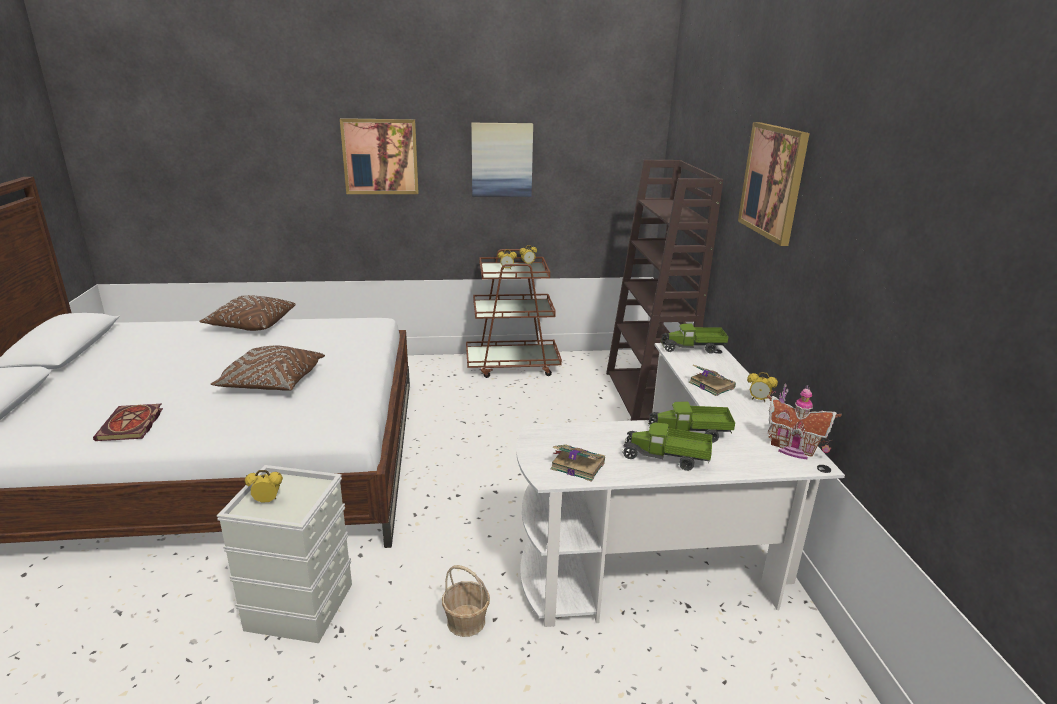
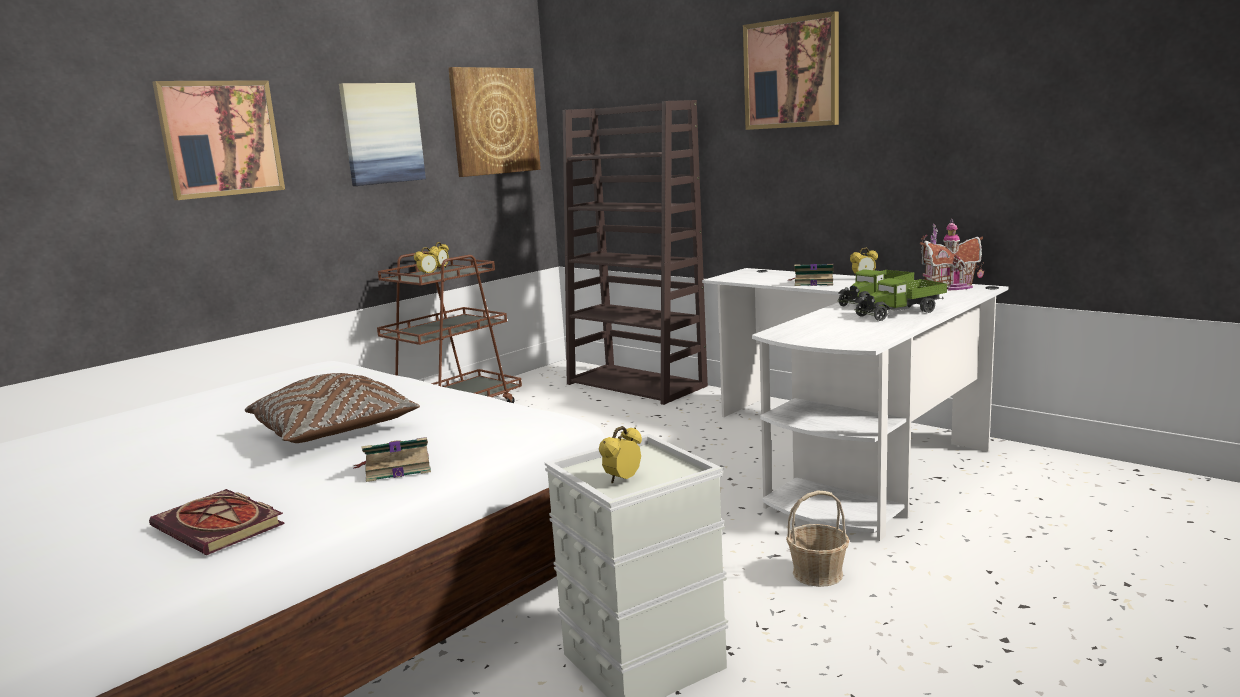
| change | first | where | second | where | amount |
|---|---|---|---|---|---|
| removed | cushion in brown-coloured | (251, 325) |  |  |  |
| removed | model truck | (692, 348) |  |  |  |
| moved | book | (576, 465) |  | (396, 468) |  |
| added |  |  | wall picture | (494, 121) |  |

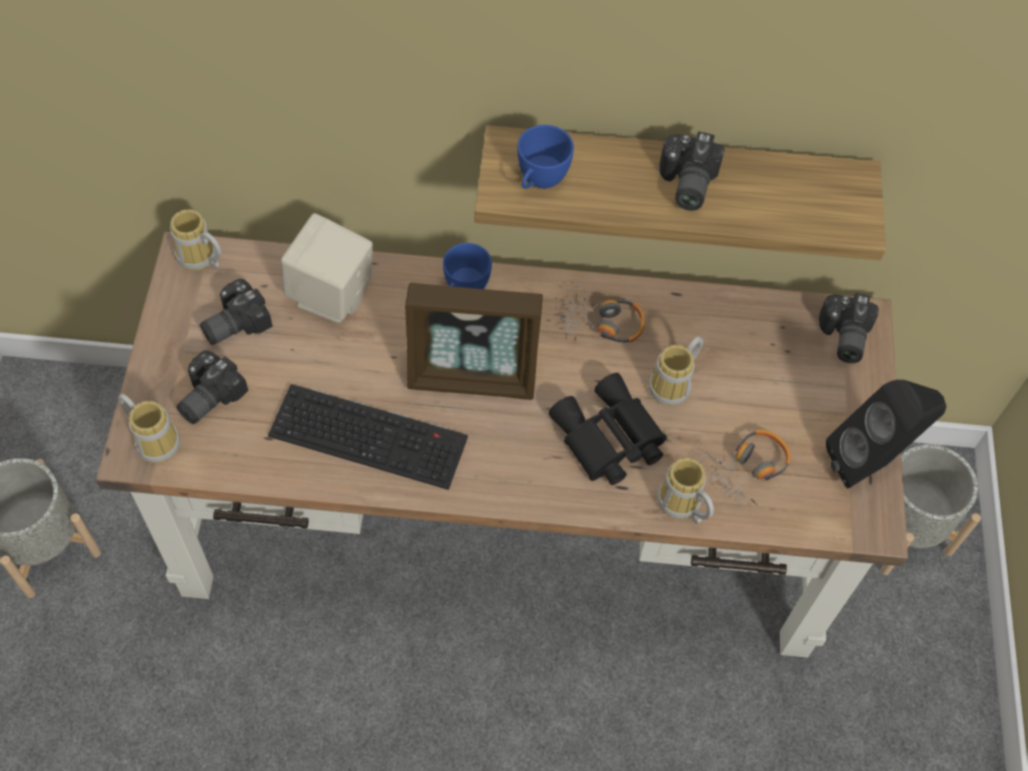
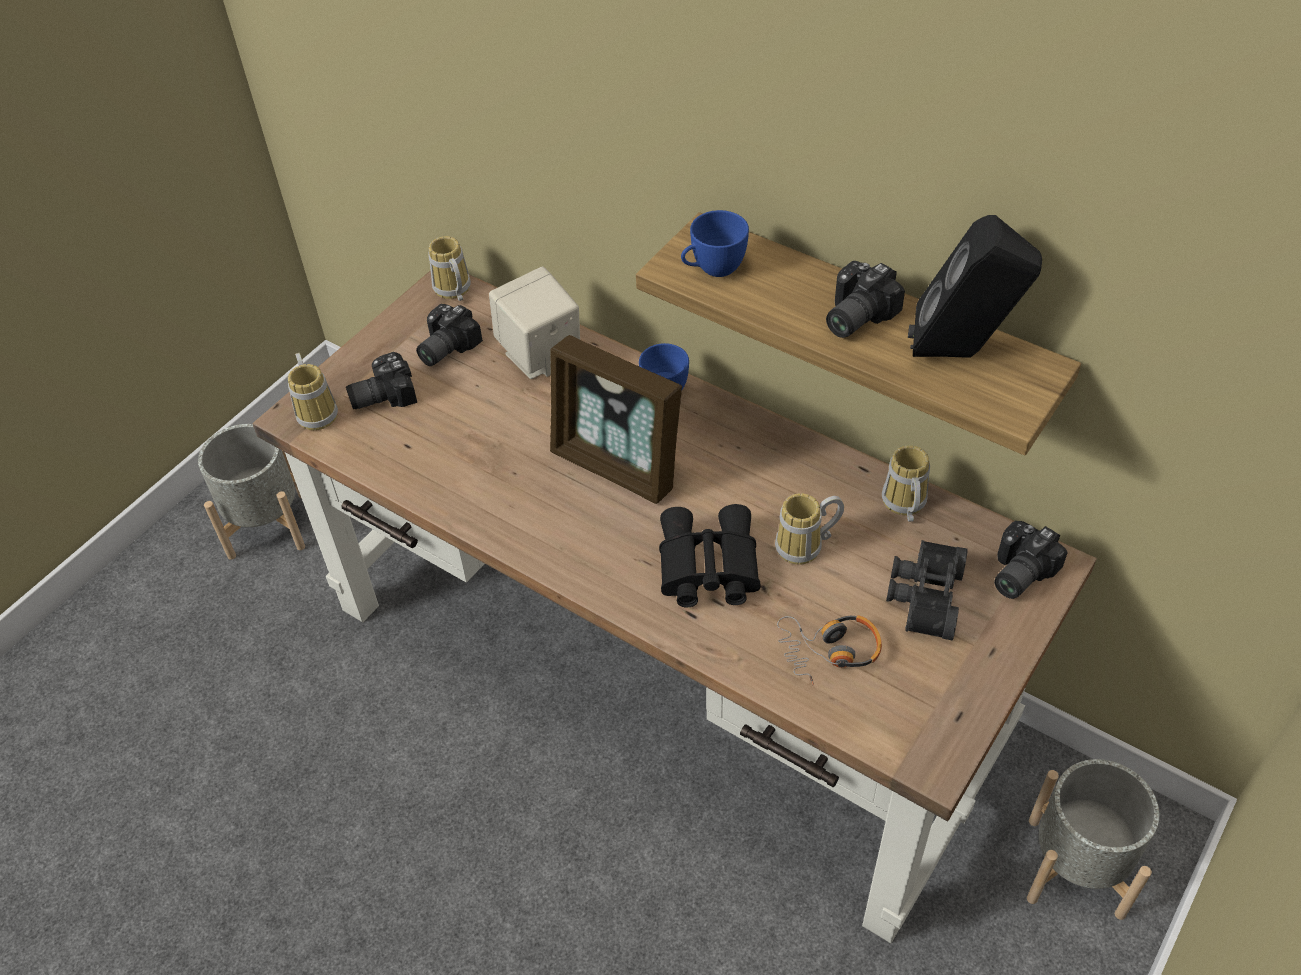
| change | first | where | second | where | amount |
|---|---|---|---|---|---|
| turned | still camera | (233, 323) |  | (444, 347) | 45 degrees counterclockwise |
| removed | pair of headphones | (602, 323) |  |  |  |
| moved | loudspeaker in blackish | (869, 462) |  | (961, 353) |  |
| removed | PC keyboard | (371, 435) |  |  |  |
| moved | tea mug | (680, 507) |  | (902, 505) |  |
| added |  |  | pair of binoculars in blackish | (923, 596) |  |

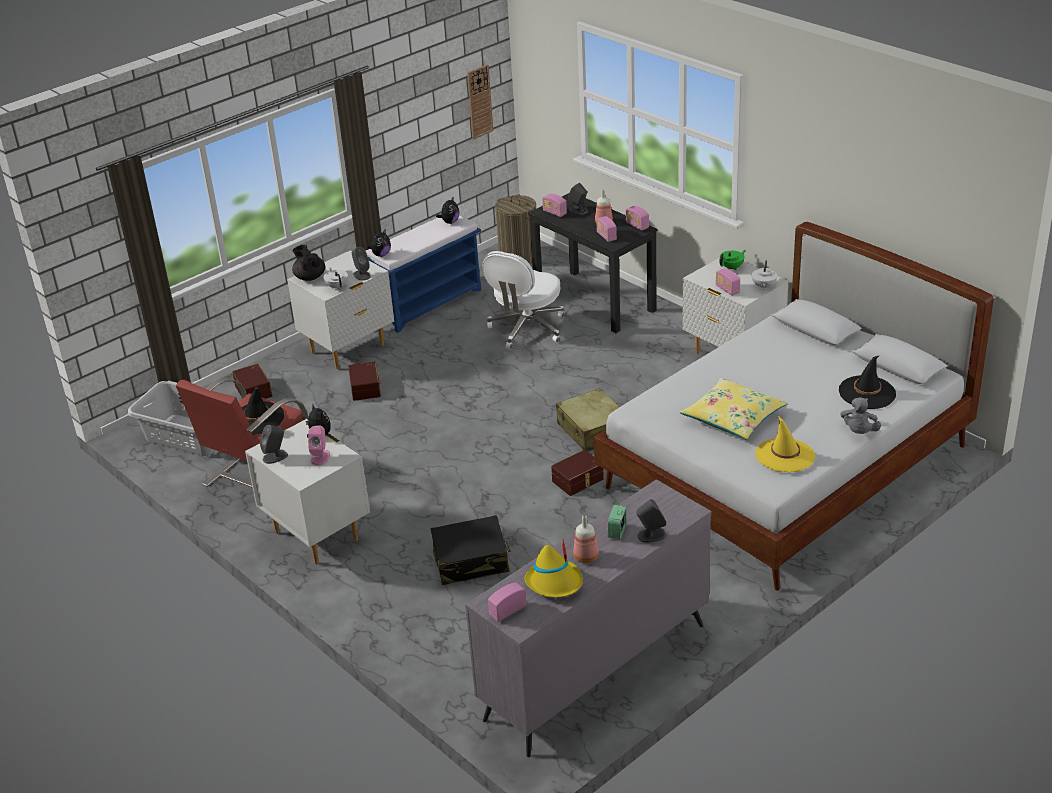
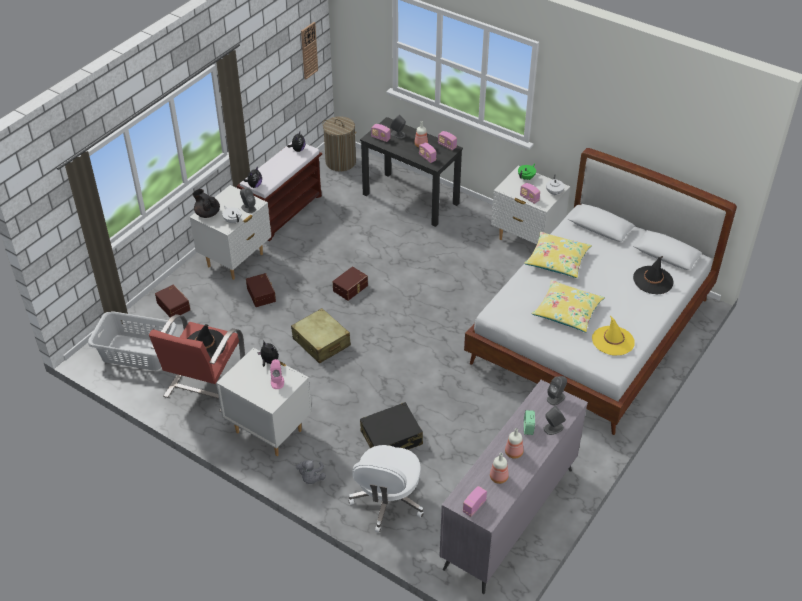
| change | first | where | second | where | amount |
|---|---|---|---|---|---|
| recoloured | bench in blue | (428, 303) | bench in brown-coloured | (284, 211) |  |
| moved | desk chair in whitish | (526, 329) |  | (387, 501) |  |
| moved | suitcase in beige-coloured | (593, 430) |  | (321, 342) |  |
| moved | cuddly toy in gray | (859, 431) |  | (311, 478) |  |
| moved | loudspeaker in gray | (275, 456) |  | (556, 398) |  |
| moved | storage box in brown-coloured | (578, 480) |  | (351, 288) |  |
| replaced | hat in yellowish | (555, 583) | bottle | (499, 477) |  |
| added |  |  | cushion in yellowish | (557, 260) |  |

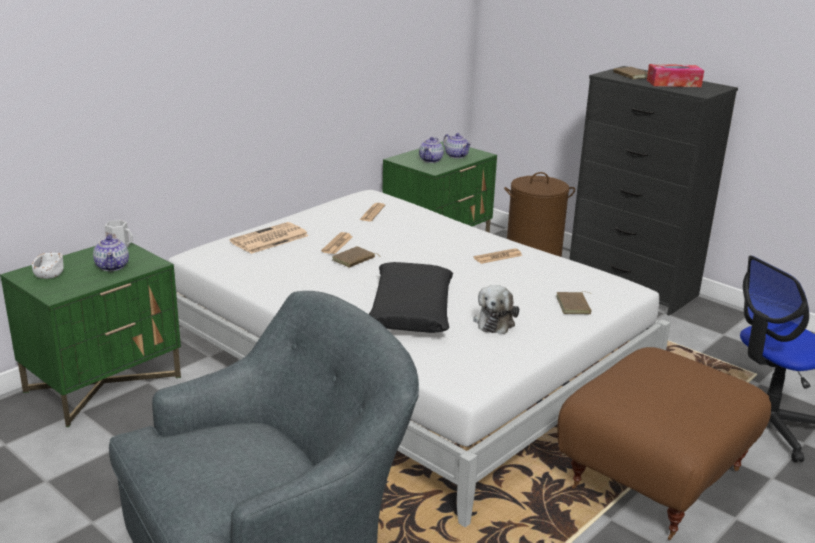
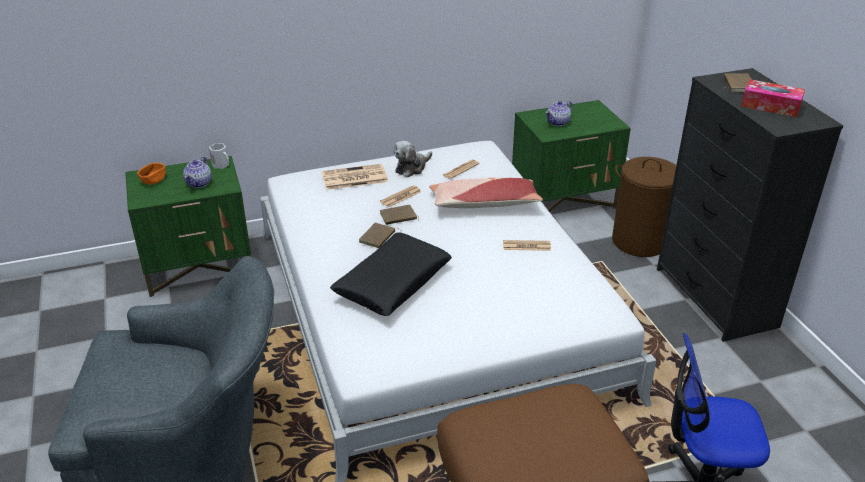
| change | first | where | second | where | amount |
|---|---|---|---|---|---|
| removed | tea pot | (456, 155) |  |  |  |
| recoloured | serving bowl in whitish | (49, 274) | serving bowl in orange | (153, 180) |  |
| moved | cuddly toy | (495, 321) |  | (412, 168) |  |
| moved | book in brown-coloured | (574, 305) |  | (378, 237) |  |
| added |  |  | cushion | (484, 203) |  |

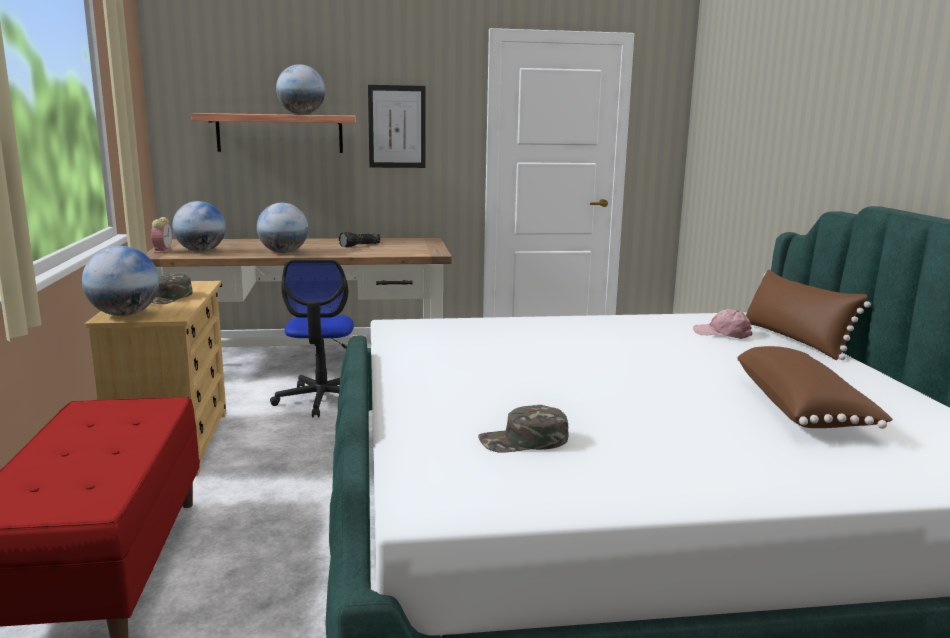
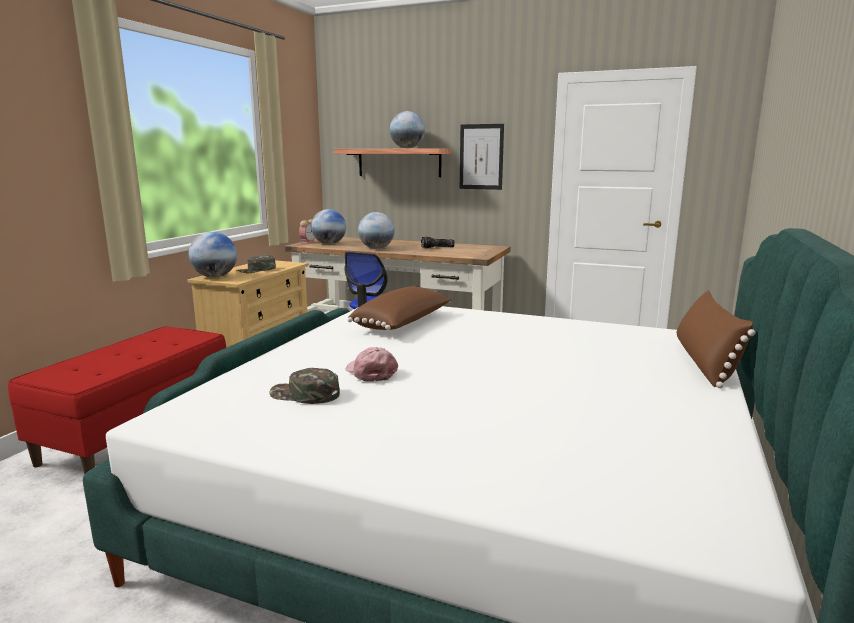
| change | first | where | second | where | amount |
|---|---|---|---|---|---|
| moved | peaked cap in pinkish | (722, 333) |  | (371, 372) |  |
| moved | cushion in brown-coloured | (802, 409) |  | (403, 324) |  |

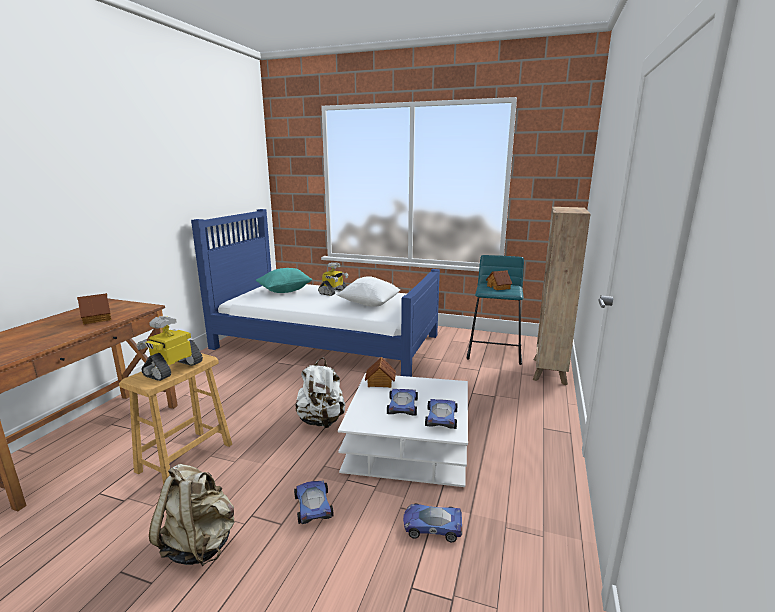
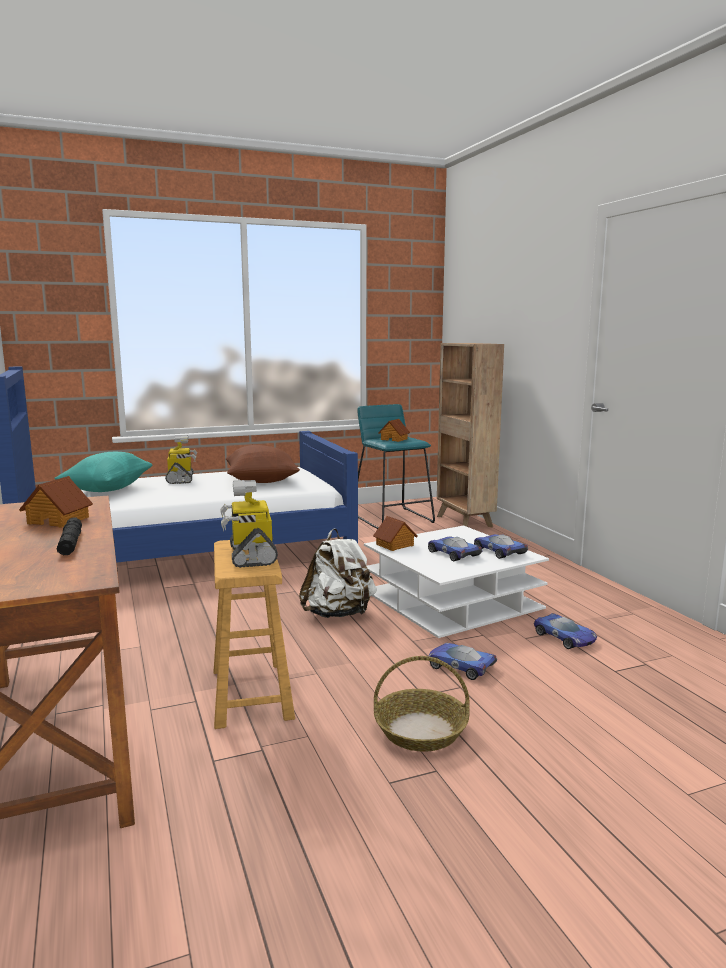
| change | first | where | second | where | amount |
|---|---|---|---|---|---|
| recoloured | cushion in whitish | (369, 304) | cushion in brown-coloured | (261, 481) |  |
| replaced | backpack in beige-coloured | (199, 544) | household basket | (420, 731) |  |
| turned | toy car | (432, 526) |  | (565, 637) | 90 degrees counterclockwise |
| added |  |  | flashlight in blackish | (70, 543) |  |

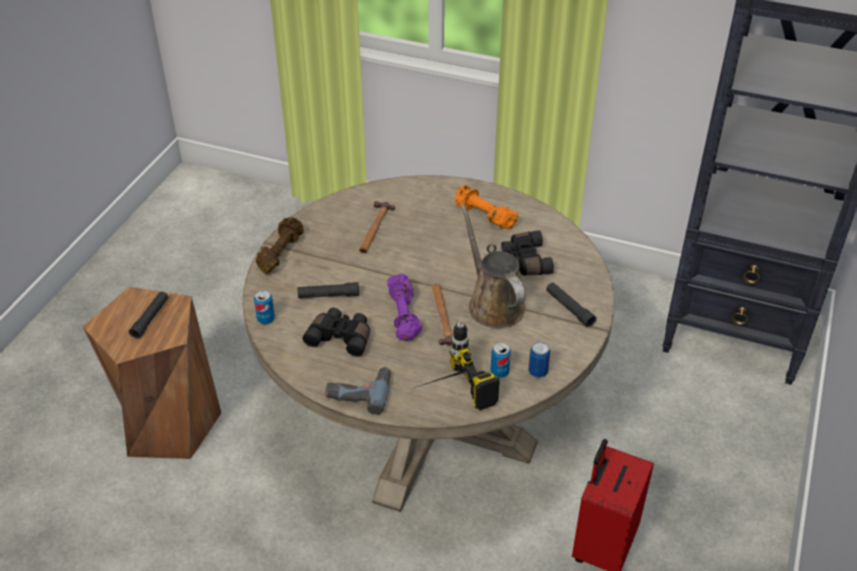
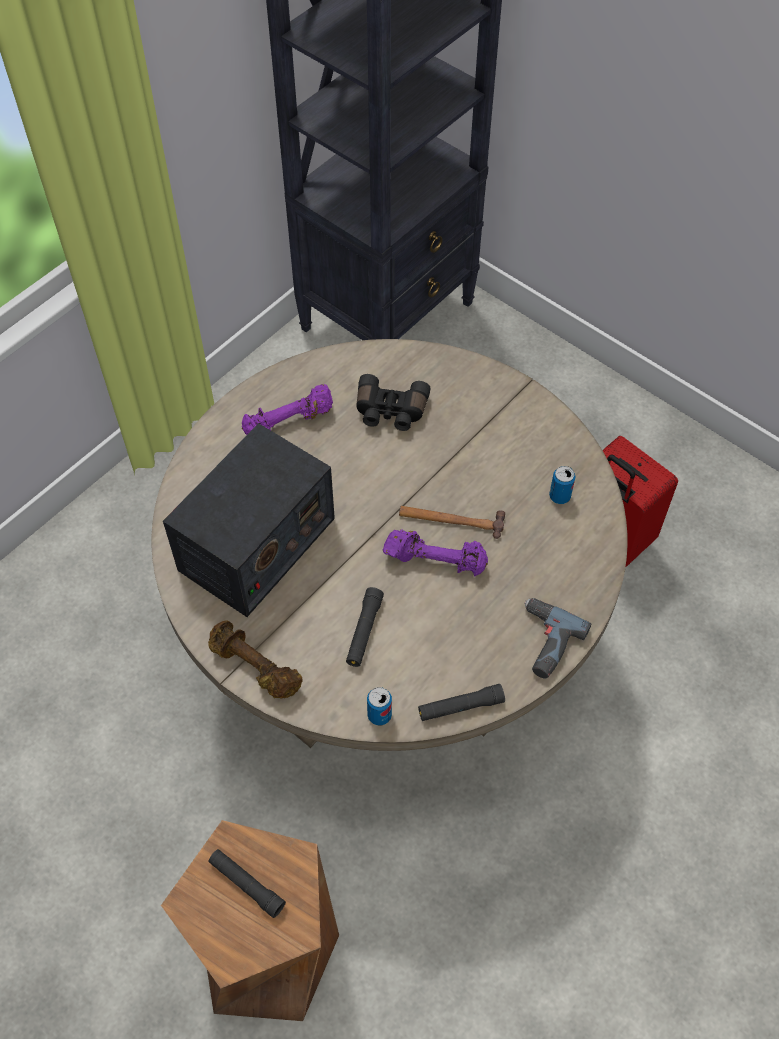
| change | first | where | second | where | amount |
|---|---|---|---|---|---|
| recoloured | free weight in orange | (483, 216) | free weight in purplish | (289, 422) |  |
| replaced | hand hammer | (374, 229) | radio set | (256, 545) |  |
| removed | watering can in brown-coloured | (493, 304) |  |  |  |
| moved | flashlight in blackish | (569, 309) |  | (460, 707) |  |
| removed | pair of binoculars in blackish | (341, 337) |  |  |  |
| removed | power drill | (447, 393) |  |  |  |
| removed | can | (538, 372) |  |  |  |

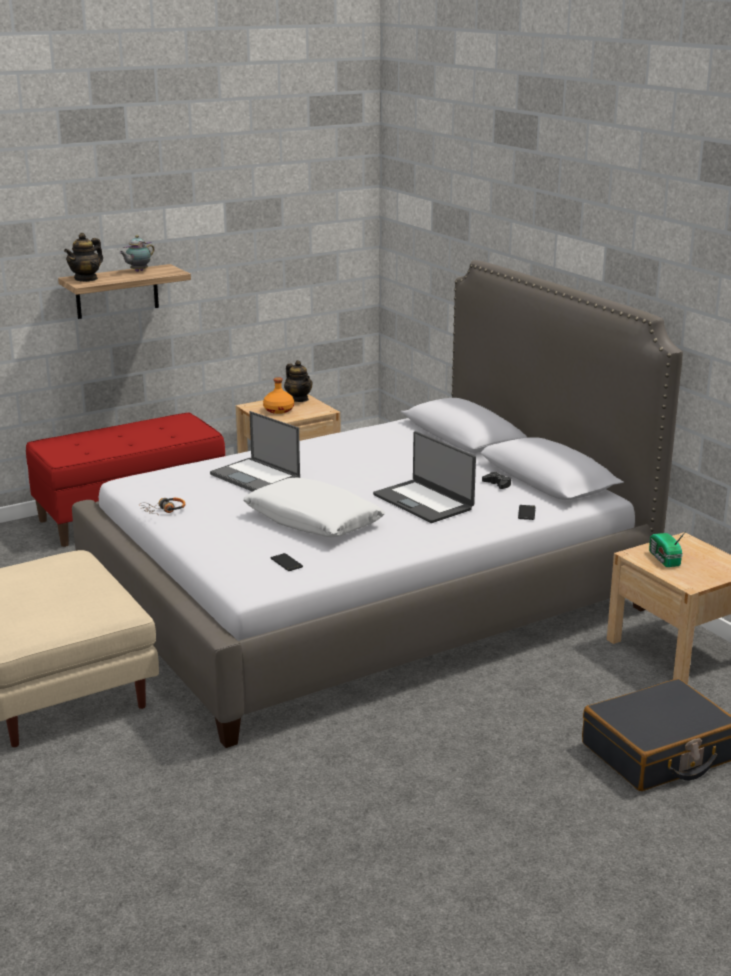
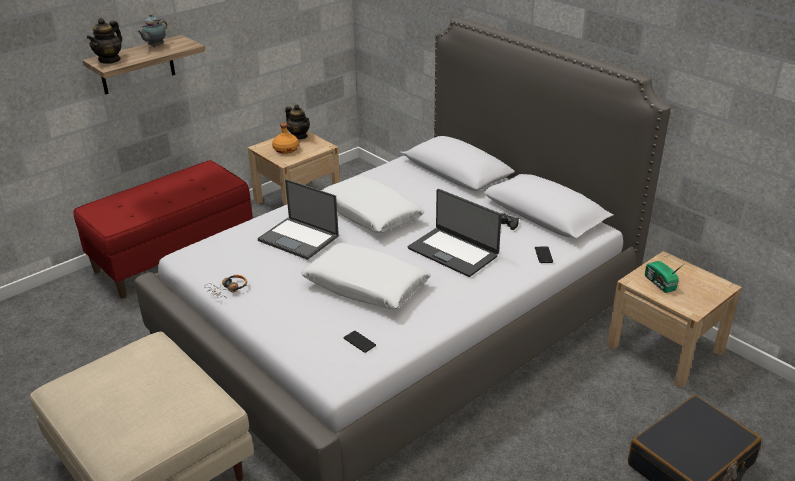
| change | first | where | second | where | amount |
|---|---|---|---|---|---|
| added |  |  | cushion in whitish | (370, 214) |  |

